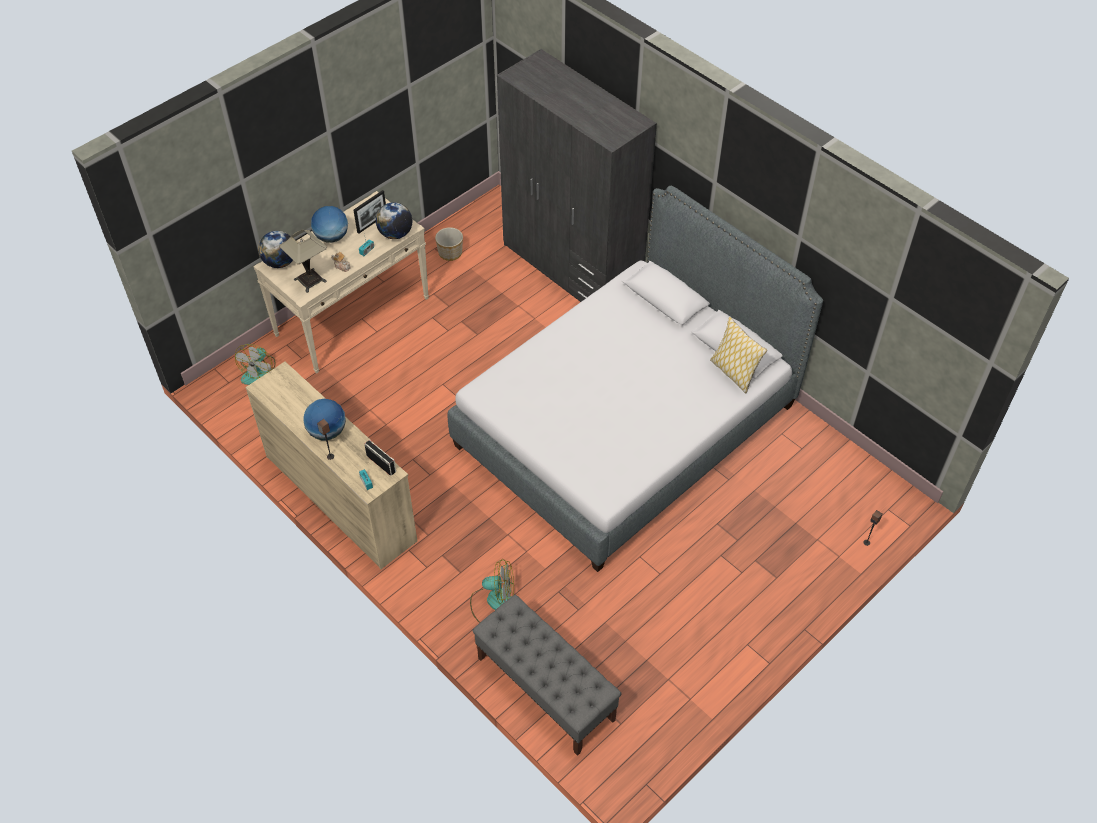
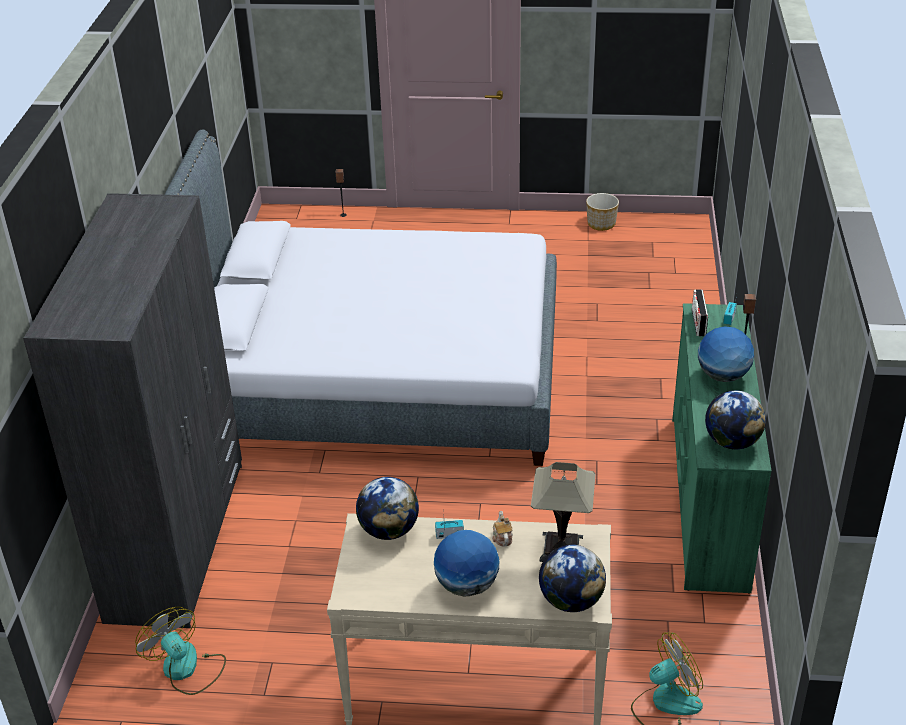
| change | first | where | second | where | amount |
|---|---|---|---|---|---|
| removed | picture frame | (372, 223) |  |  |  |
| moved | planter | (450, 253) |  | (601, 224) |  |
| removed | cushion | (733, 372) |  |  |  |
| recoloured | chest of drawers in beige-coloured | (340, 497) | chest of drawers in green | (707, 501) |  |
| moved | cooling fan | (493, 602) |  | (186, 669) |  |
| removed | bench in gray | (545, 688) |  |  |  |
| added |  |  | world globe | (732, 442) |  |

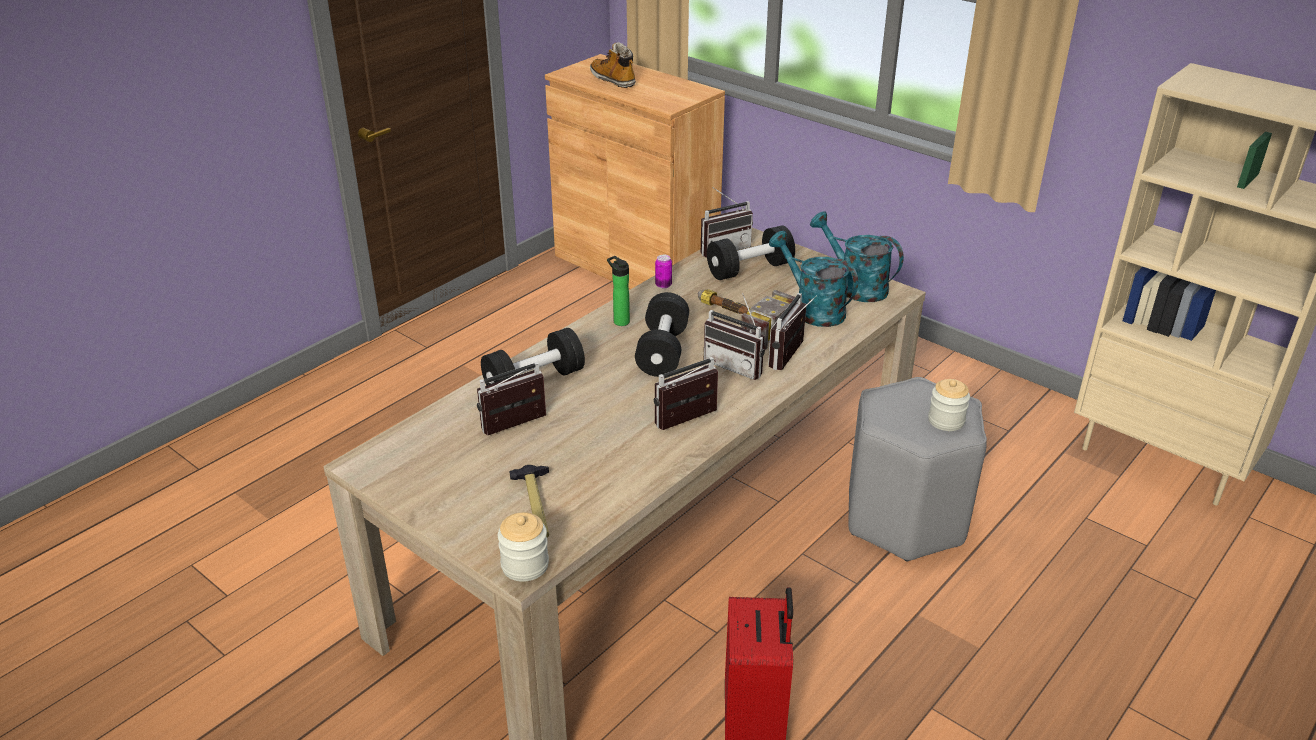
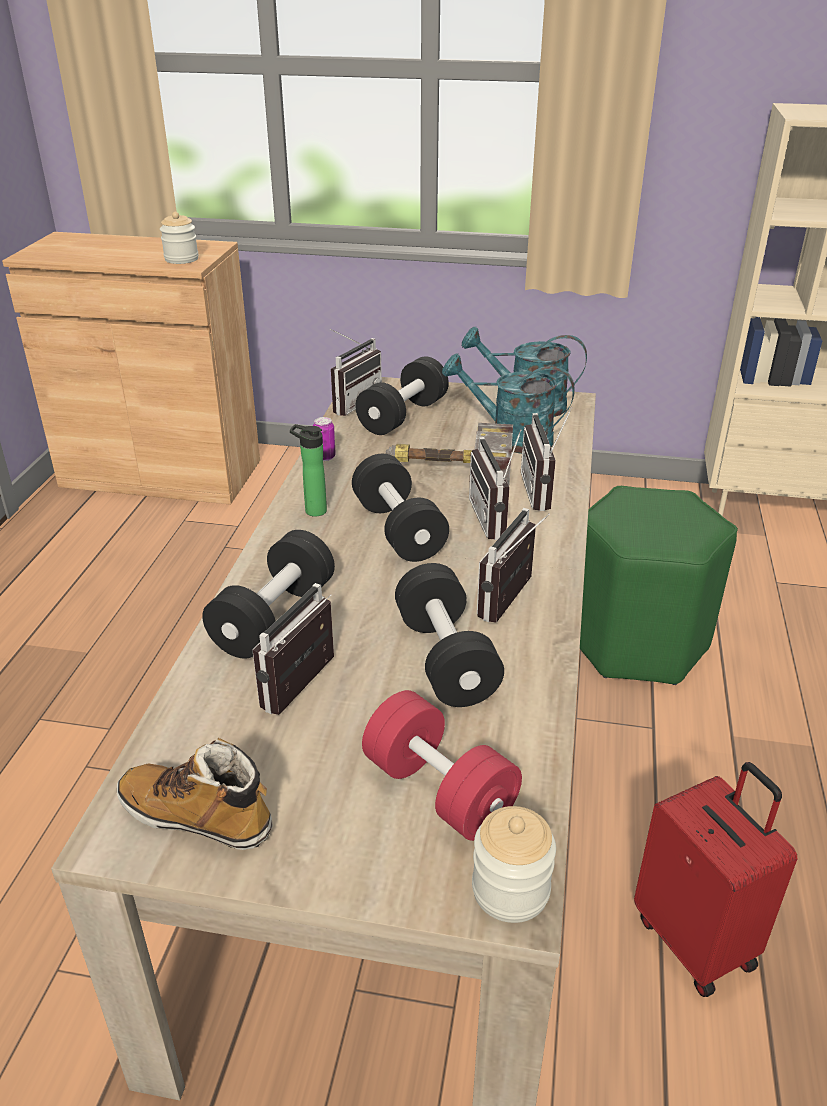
| change | first | where | second | where | amount |
|---|---|---|---|---|---|
| moved | boot | (613, 80) |  | (198, 817) |  |
| turned | radio set | (737, 365) |  | (497, 519) | 75 degrees clockwise |
| recoloured | stool in gray | (904, 520) | stool in green | (637, 643) |  |
| moved | storage jar | (946, 421) |  | (181, 259) |  |
| replaced | hand hammer | (536, 506) | free weight in red-coloured | (439, 790) |  |
| added |  |  | free weight in blackish | (446, 659) |  |

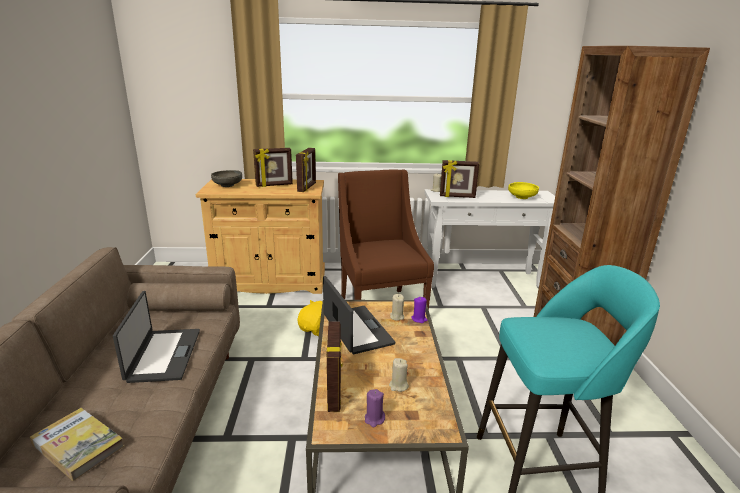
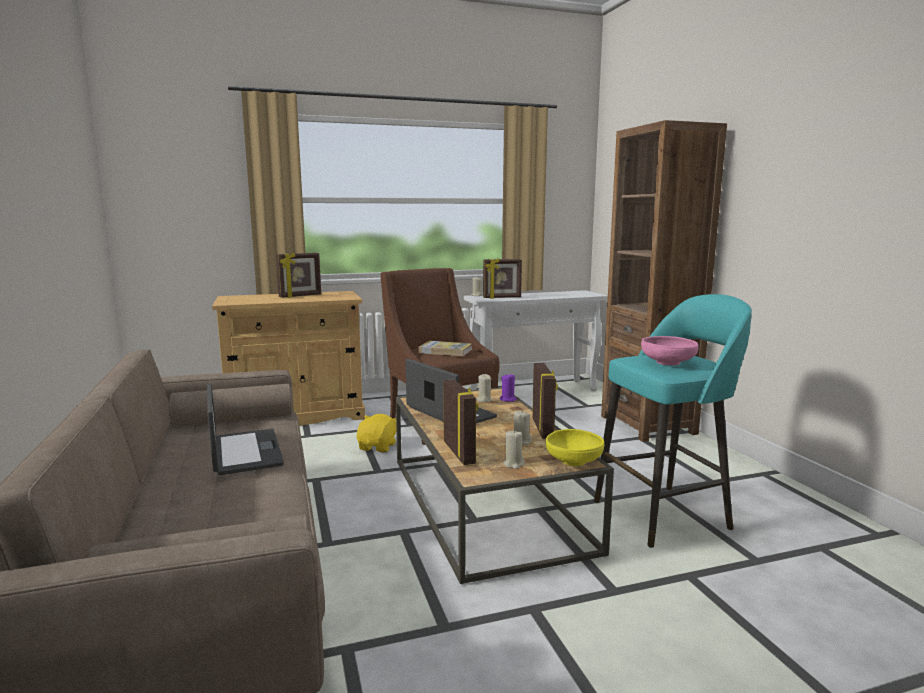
| change | first | where | second | where | amount |
|---|---|---|---|---|---|
| moved | picture frame | (307, 187) |  | (543, 428) |  |
| removed | serving bowl in gray | (227, 185) |  |  |  |
| moved | serving bowl in yellowish | (522, 197) |  | (574, 461) |  |
| recoloured | wax light in purplish | (374, 419) | wax light in beige-coloured | (513, 464) |  |
| moved | book | (78, 445) |  | (445, 351) |  |
| added |  |  | serving bowl in pinkish | (667, 362) |  |

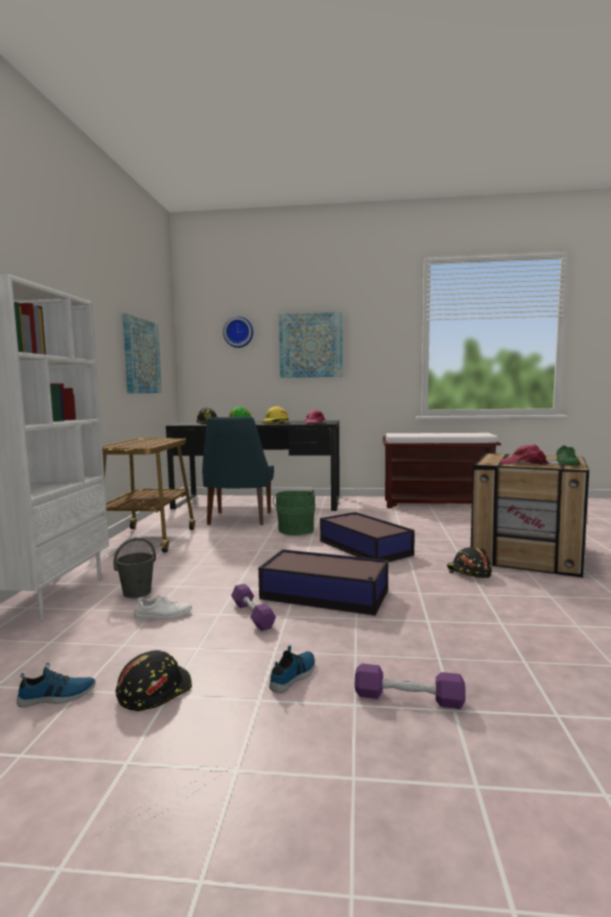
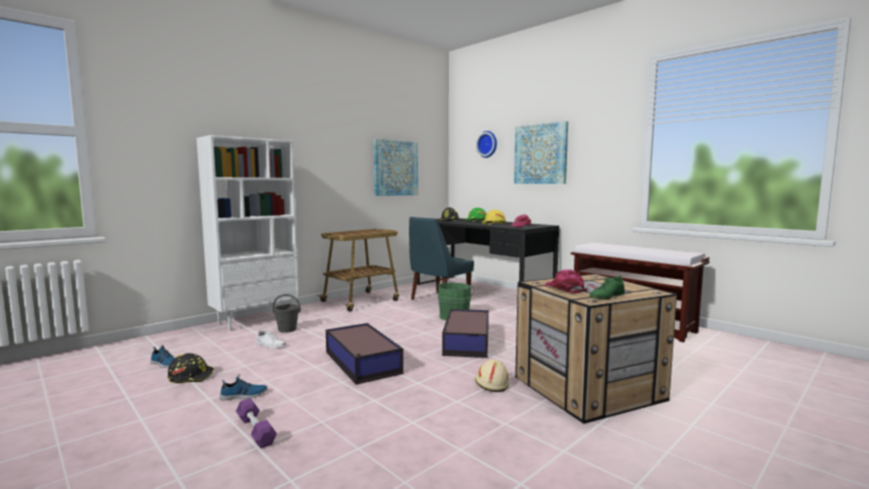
| change | first | where | second | where | amount |
|---|---|---|---|---|---|
| recoloured | safety helmet in blackish | (468, 573) | safety helmet in beige-coloured | (491, 383) |  |
| removed | free weight in purplish | (252, 615) |  |  |  |

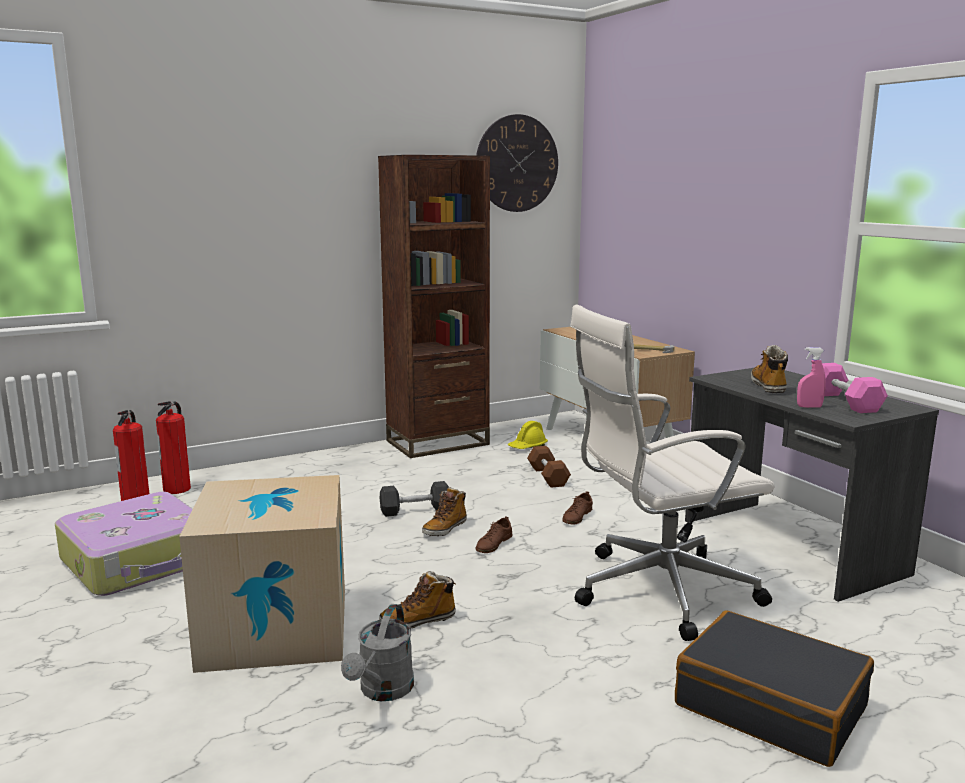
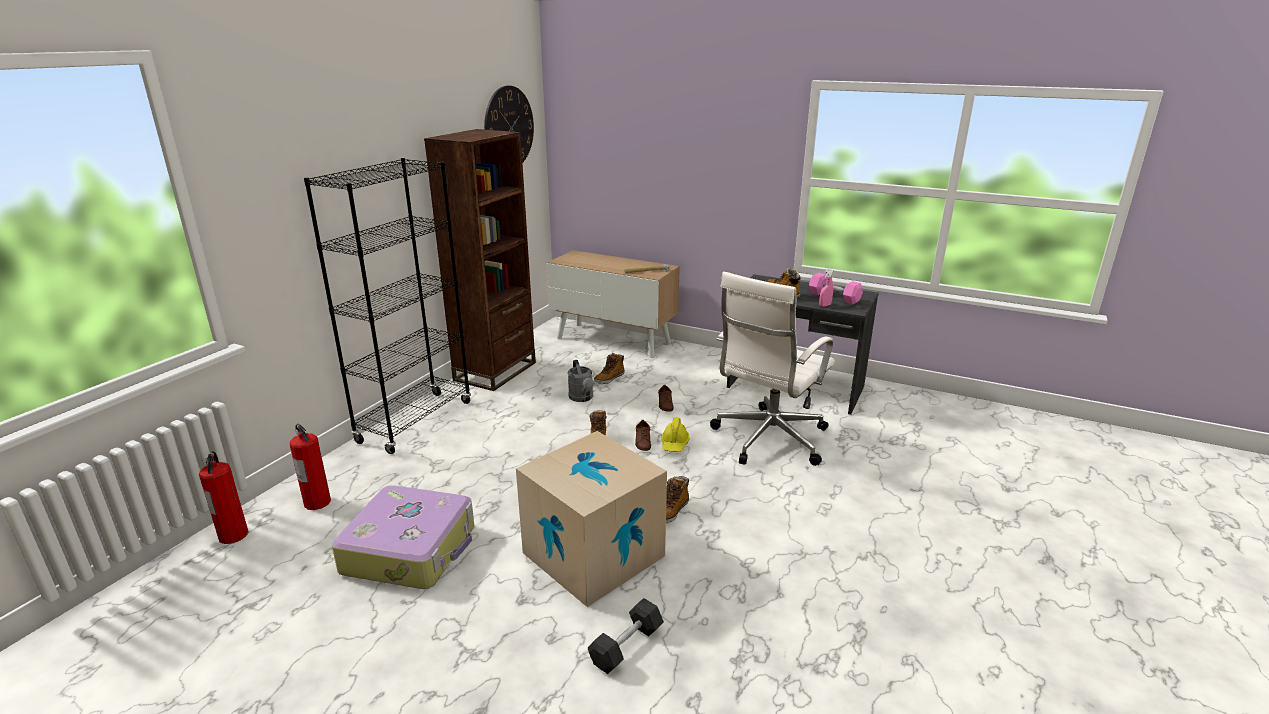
| change | first | where | second | where | amount |
|---|---|---|---|---|---|
| moved | extinguisher | (177, 489) |  | (233, 534) |  |
| moved | safety helmet in yellowish | (527, 447) |  | (674, 444) |  |
| replaced | free weight in brown-coloured | (548, 477) | boot | (609, 378) |  |
| moved | free weight in gray | (415, 510) |  | (626, 646) |  |
| moved | watering can in gray | (383, 691) |  | (582, 398) |  |
| removed | suitcase in blackish | (771, 706) |  |  |  |
| added |  |  | bookshelf in blackish | (415, 422) |  |

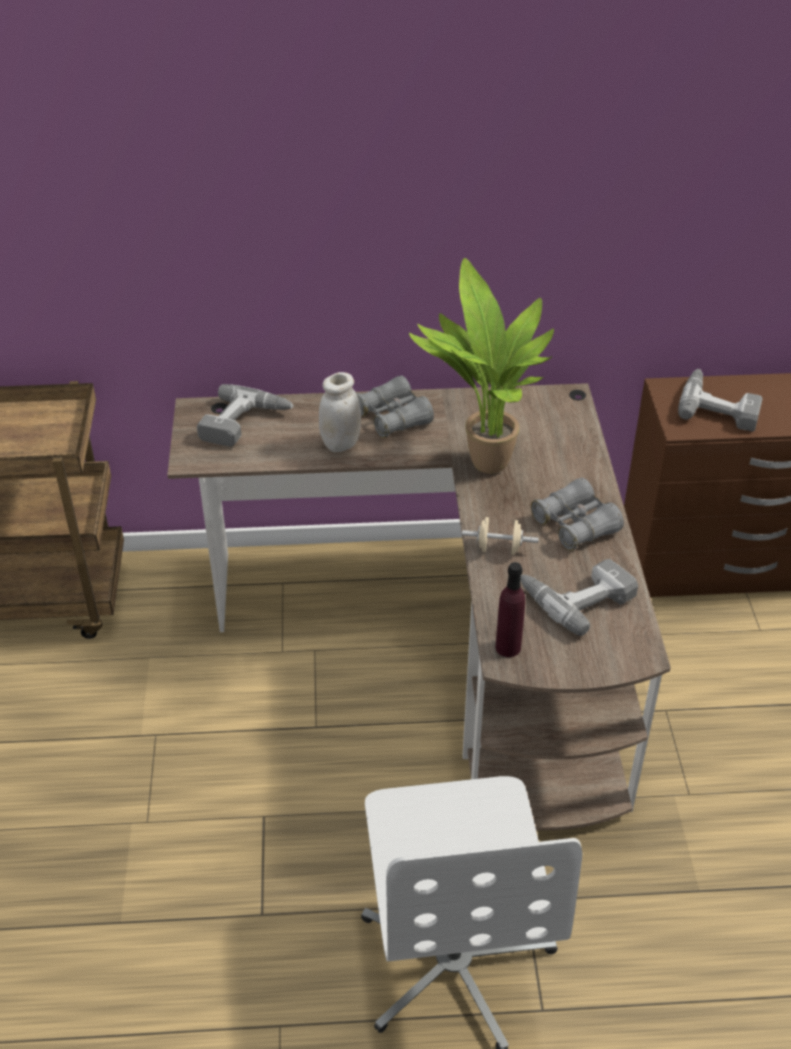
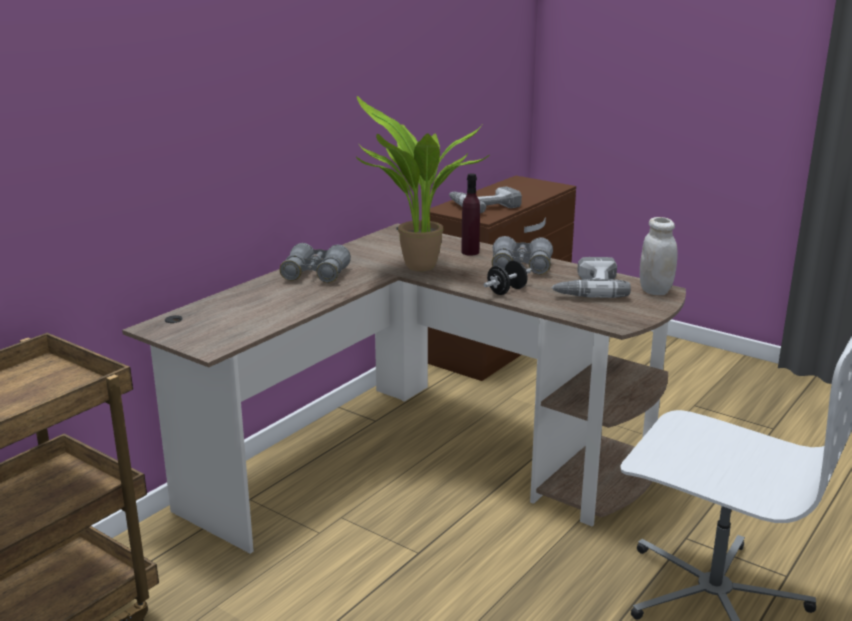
| change | first | where | second | where | amount |
|---|---|---|---|---|---|
| moved | storage jar in whitish | (341, 444) |  | (655, 291) |  |
| removed | power drill | (245, 424) |  |  |  |
| recoloured | free weight in beige-coloured | (499, 548) | free weight in blackish | (506, 291) |  |
| moved | bottle in purplish | (508, 647) |  | (470, 252) |  |

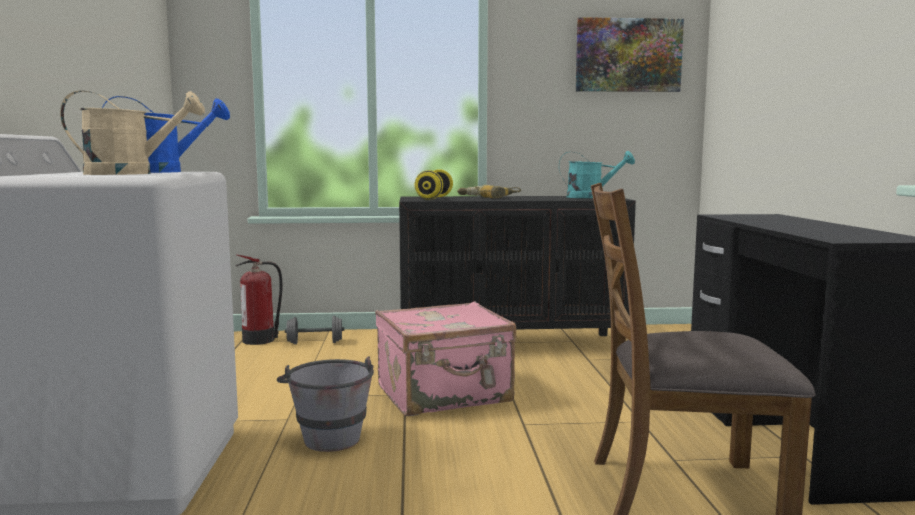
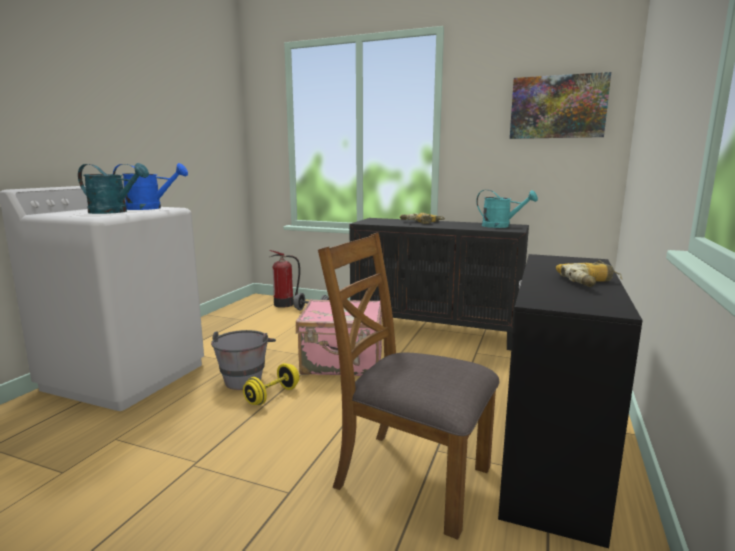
| change | first | where | second | where | amount |
|---|---|---|---|---|---|
| recoloured | watering can in beige-coloured | (131, 174) | watering can in turquoise | (114, 212) |  |
| moved | free weight in yellowish | (434, 198) |  | (272, 396) |  |
| added |  |  | power drill | (590, 281) |  |

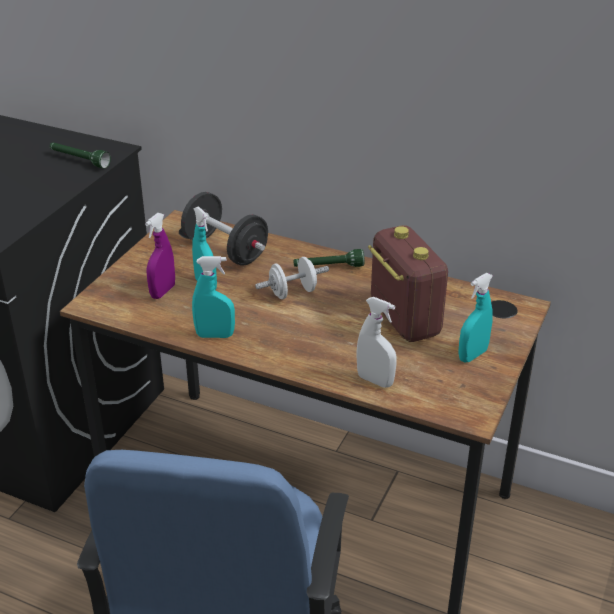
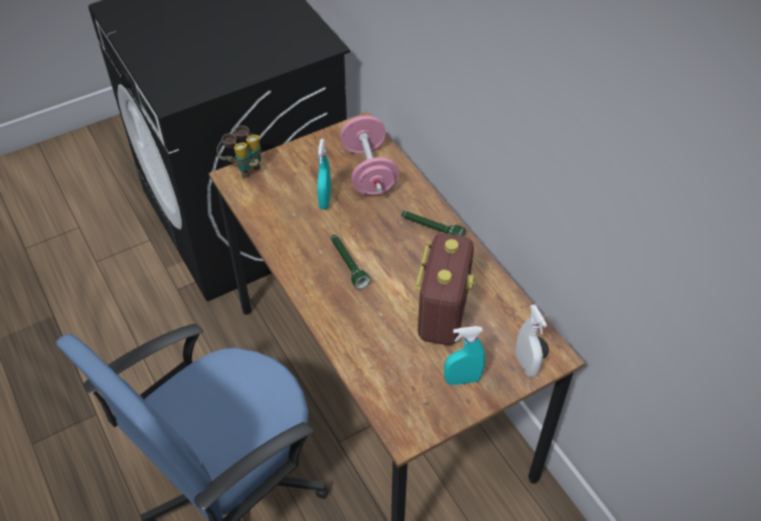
| change | first | where | second | where | amount |
|---|---|---|---|---|---|
| moved | flashlight in green | (79, 160) |  | (348, 264) |  |
| recoloured | free weight in blackish | (225, 250) | free weight in pinkish | (369, 172) |  |
| removed | sprayer in purplish | (163, 291) |  |  |  |
| removed | sprayer in turquoise | (215, 335) |  |  |  |
| removed | free weight in whitish | (293, 292) |  |  |  |
| moved | sprayer in whitish | (375, 380) |  | (526, 364) |  |
| added |  |  | pair of binoculars | (244, 166) |  |

